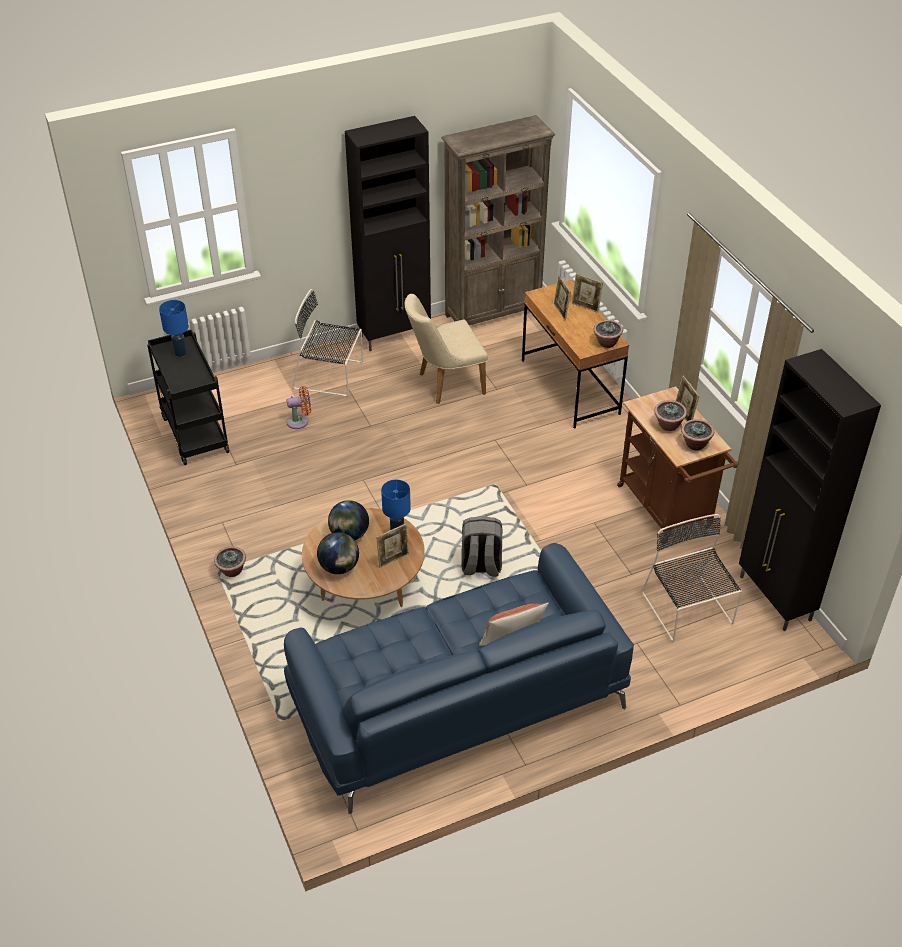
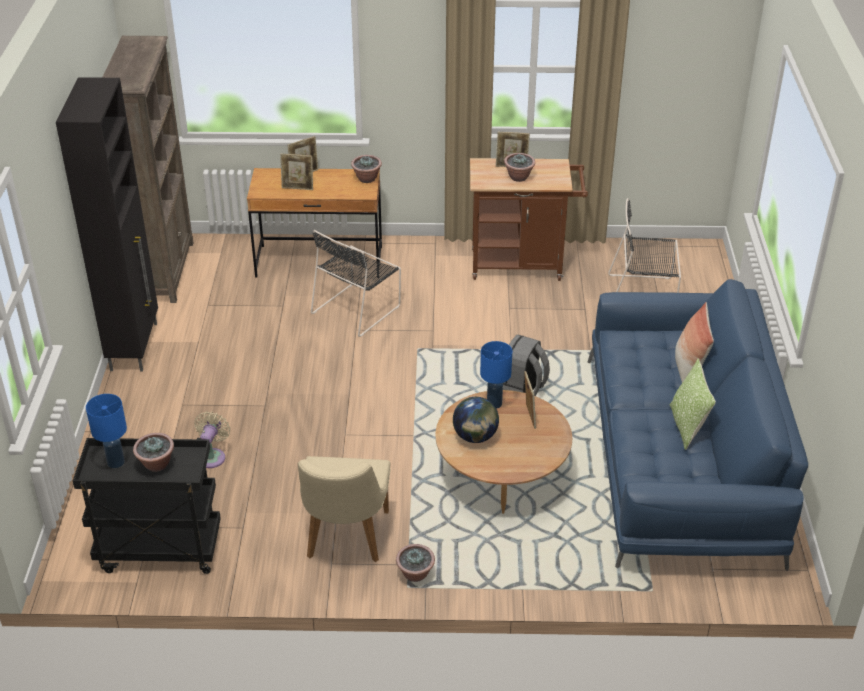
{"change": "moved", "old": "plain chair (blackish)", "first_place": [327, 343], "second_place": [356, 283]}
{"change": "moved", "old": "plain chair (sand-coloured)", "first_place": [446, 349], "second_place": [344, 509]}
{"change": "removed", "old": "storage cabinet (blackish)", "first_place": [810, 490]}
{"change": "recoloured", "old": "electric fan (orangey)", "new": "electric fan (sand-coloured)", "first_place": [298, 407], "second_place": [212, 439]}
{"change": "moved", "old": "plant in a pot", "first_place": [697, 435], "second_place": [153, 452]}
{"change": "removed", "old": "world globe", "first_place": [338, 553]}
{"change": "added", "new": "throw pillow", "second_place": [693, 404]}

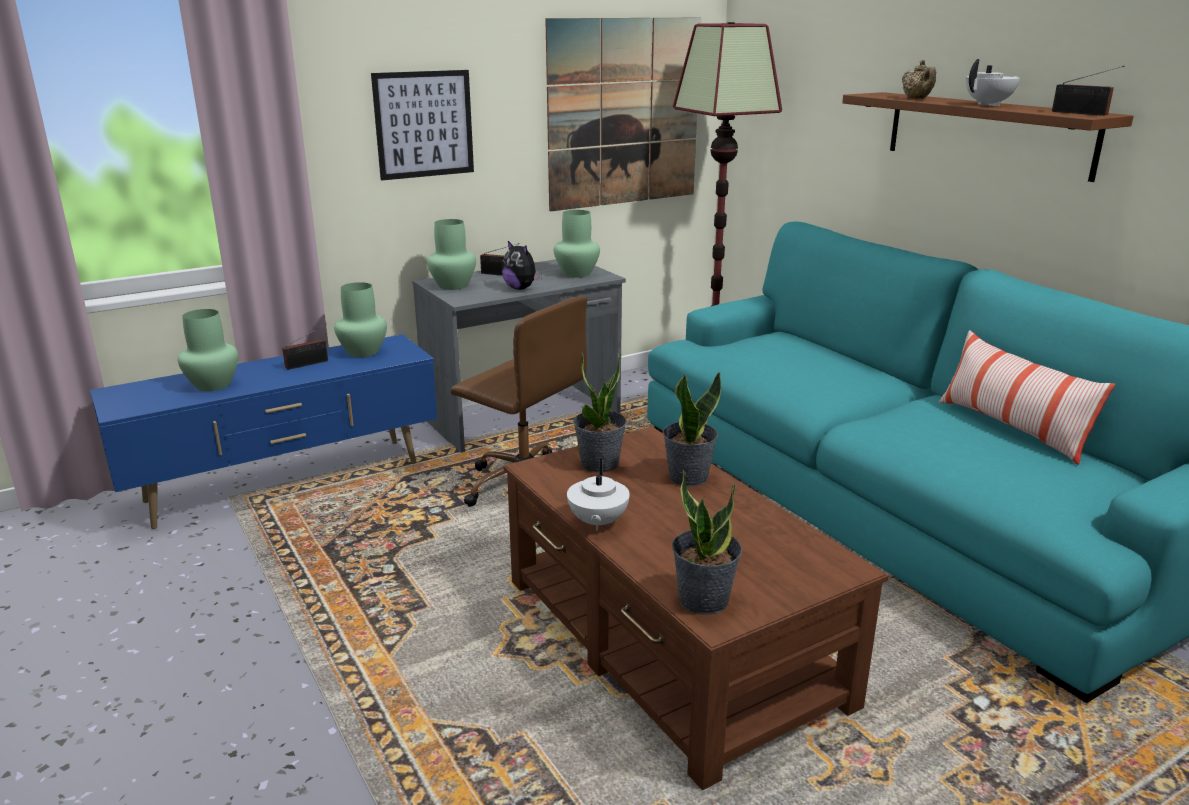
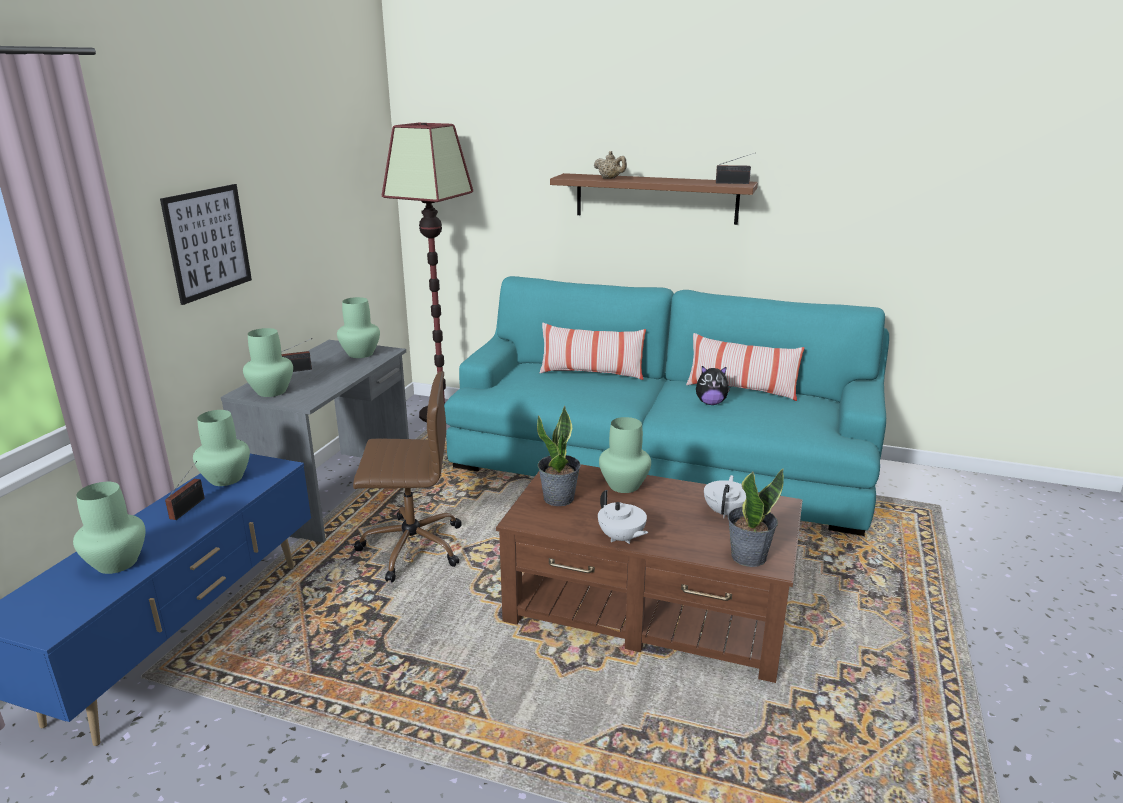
{"change": "removed", "old": "wall art", "first_place": [623, 115]}
{"change": "moved", "old": "pot for tea (whitish)", "first_place": [993, 82], "second_place": [725, 496]}
{"change": "moved", "old": "plush toy", "first_place": [522, 265], "second_place": [713, 385]}
{"change": "replaced", "old": "plant in a pot", "new": "decorative vase (greenish)", "first_place": [692, 429], "second_place": [625, 455]}
{"change": "added", "new": "throw pillow", "second_place": [593, 351]}

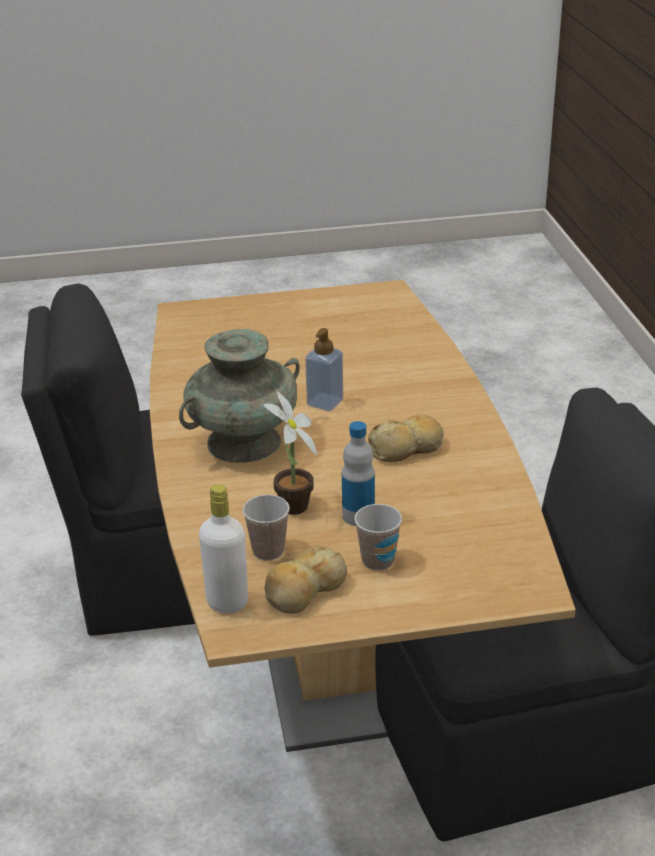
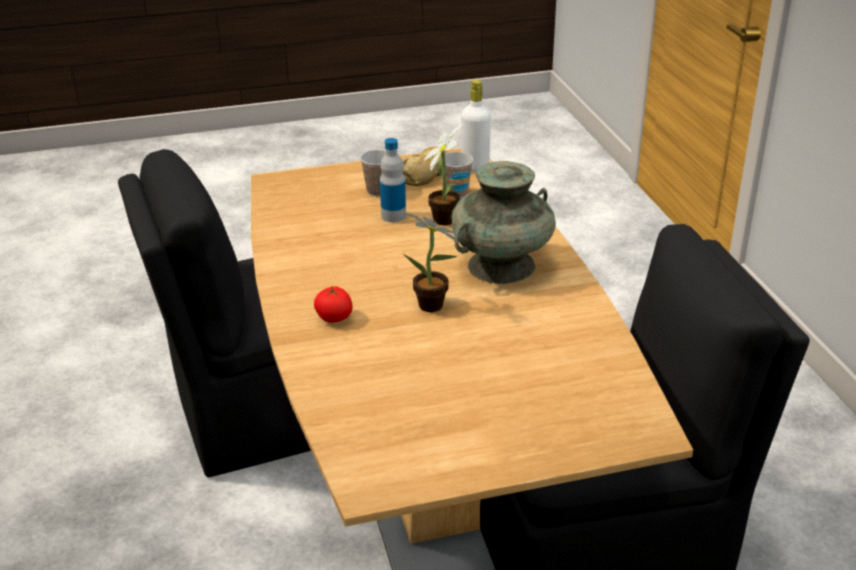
{"change": "replaced", "old": "soap bottle", "new": "plant in a pot", "first_place": [324, 369], "second_place": [431, 262]}
{"change": "removed", "old": "bread", "first_place": [406, 438]}
{"change": "added", "new": "tomato", "second_place": [333, 305]}

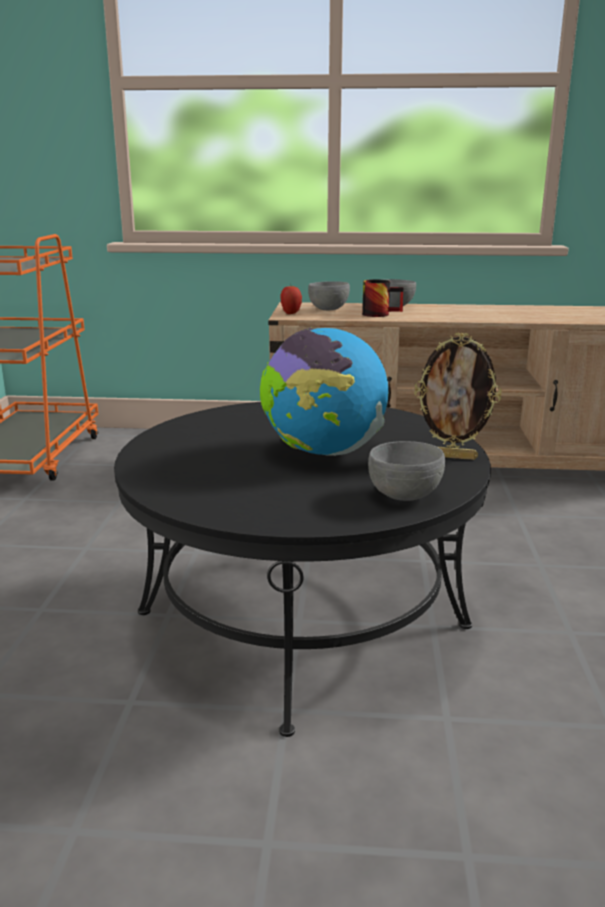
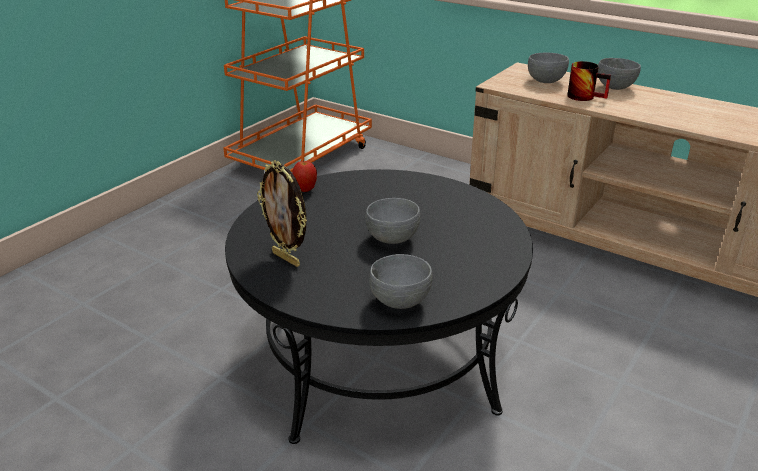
{"change": "moved", "old": "apple fruit", "first_place": [291, 300], "second_place": [304, 176]}
{"change": "replaced", "old": "world globe", "new": "deep dish (greyish)", "first_place": [324, 392], "second_place": [393, 221]}
{"change": "moved", "old": "picture frame", "first_place": [458, 396], "second_place": [282, 213]}

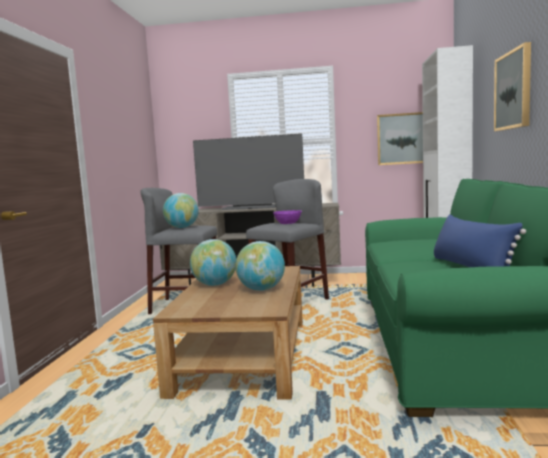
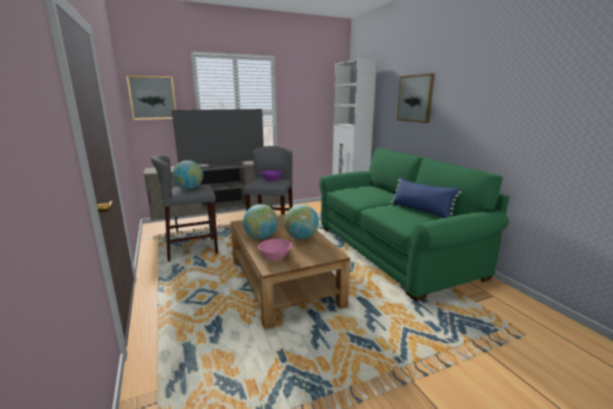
{"change": "moved", "old": "wall art", "first_place": [400, 138], "second_place": [151, 97]}
{"change": "added", "new": "deep dish (pink)", "second_place": [275, 249]}

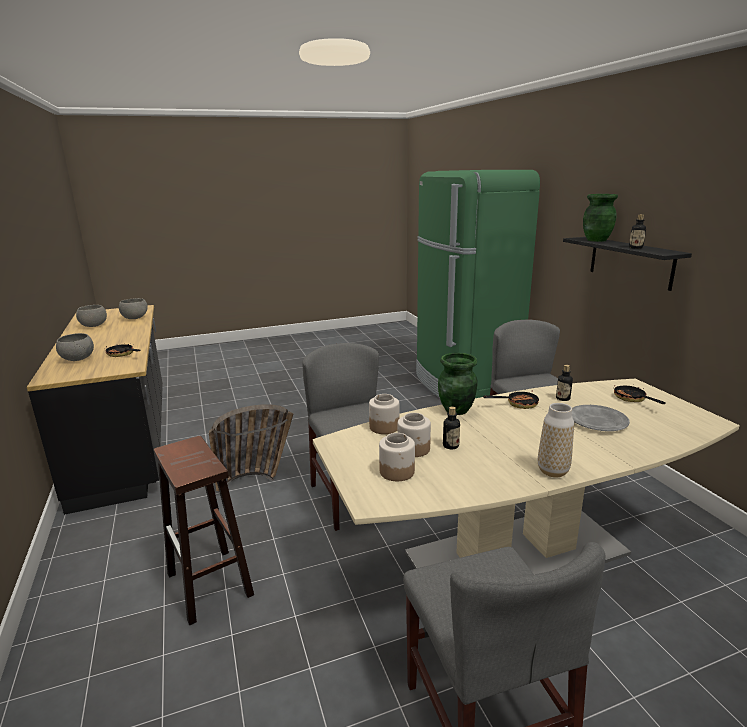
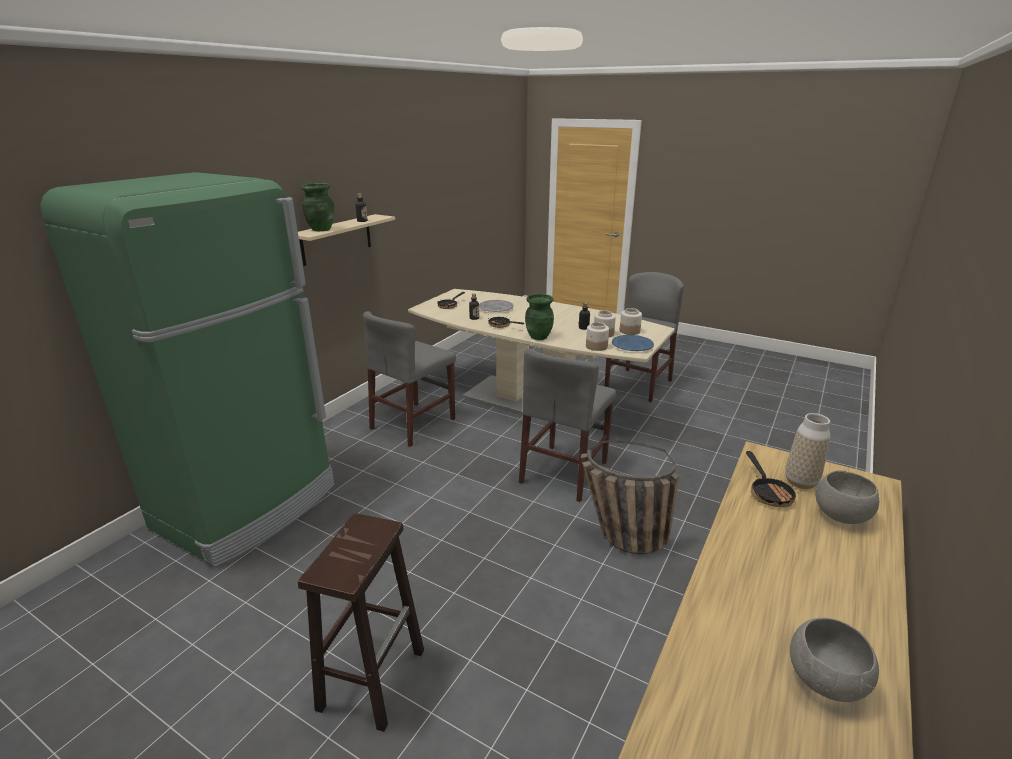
{"change": "recoloured", "old": "bracket shelf (blackish)", "new": "bracket shelf (sand-coloured)", "first_place": [627, 264], "second_place": [346, 240]}
{"change": "removed", "old": "deep dish (greyish)", "first_place": [133, 308]}
{"change": "moved", "old": "decorative vase", "first_place": [556, 440], "second_place": [807, 451]}
{"change": "moved", "old": "sitting stool (brownish)", "first_place": [204, 530], "second_place": [361, 622]}
{"change": "added", "new": "plate (blue-coloured)", "second_place": [633, 343]}

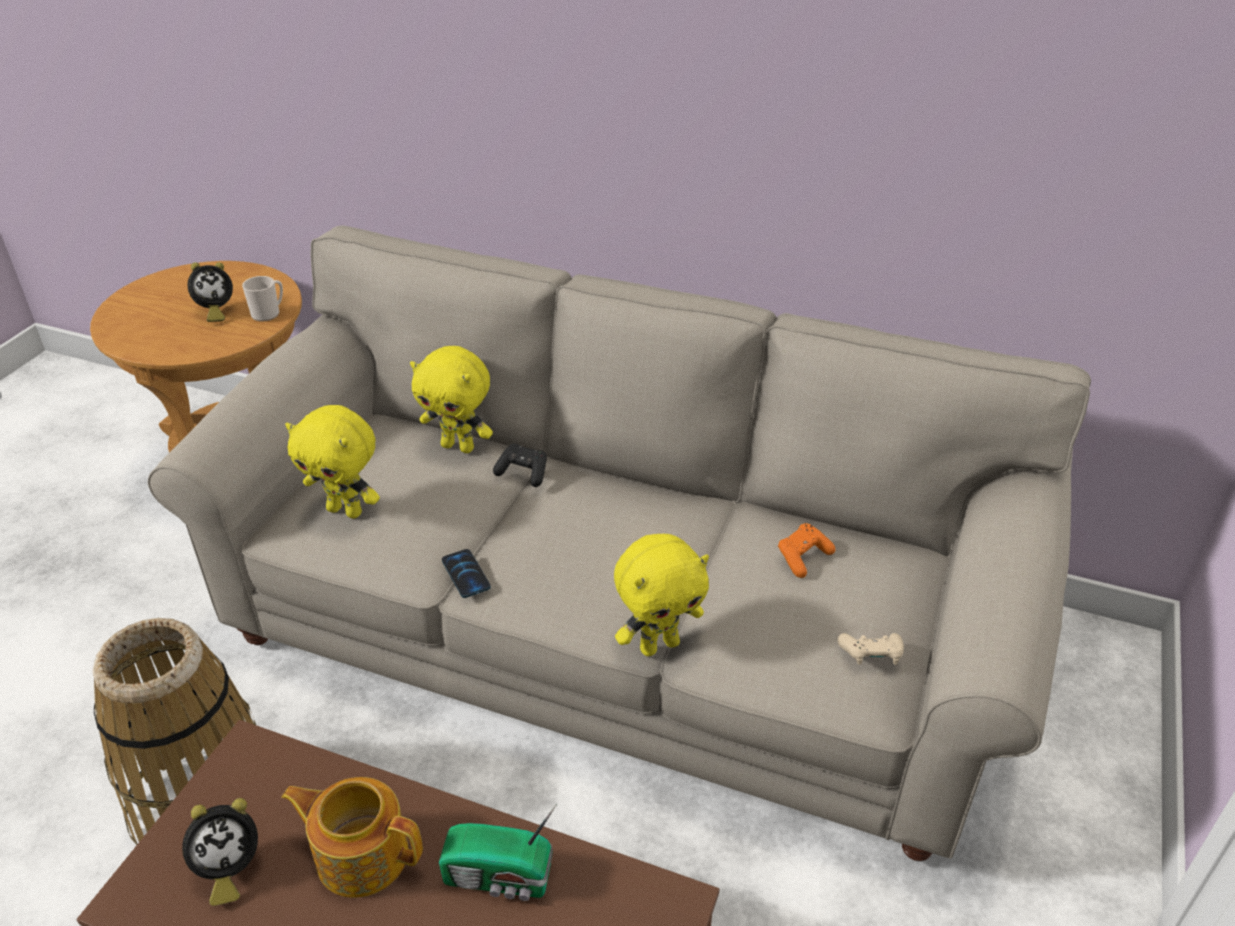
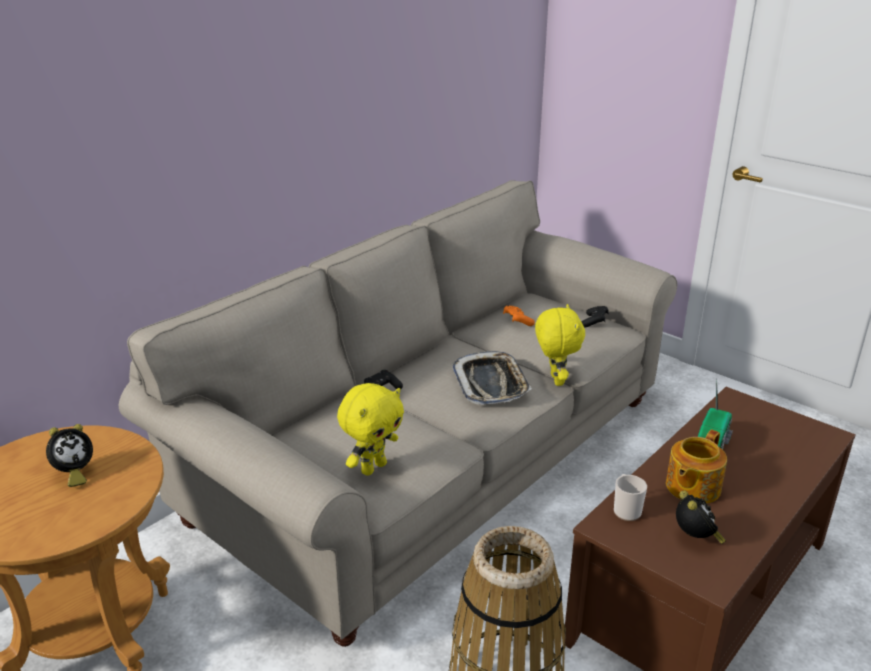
{"change": "turned", "old": "table clock", "first_place": [210, 292], "second_place": [69, 455], "degrees": 60}
{"change": "moved", "old": "tea mug", "first_place": [262, 299], "second_place": [630, 497]}
{"change": "removed", "old": "plush toy (yellow)", "first_place": [451, 399]}
{"change": "removed", "old": "handset", "first_place": [466, 573]}
{"change": "recoloured", "old": "joypad (sand-coloured)", "new": "joypad (blackish)", "first_place": [870, 649], "second_place": [595, 316]}
{"change": "added", "new": "carrying tray", "second_place": [492, 378]}

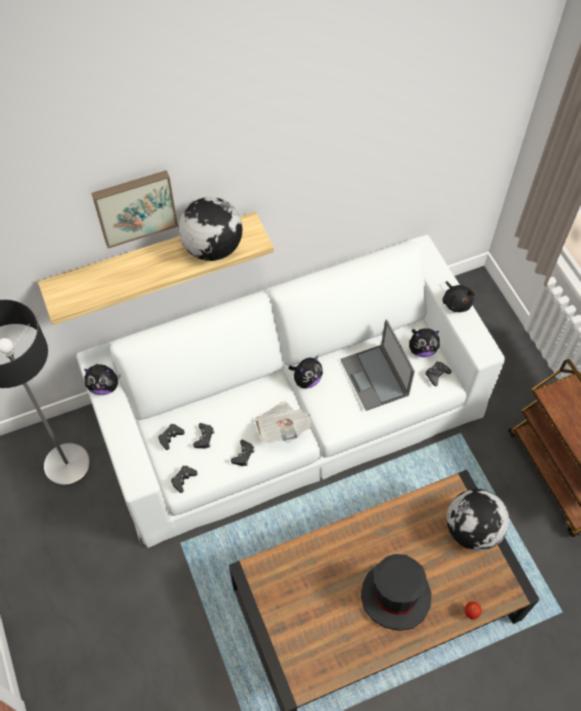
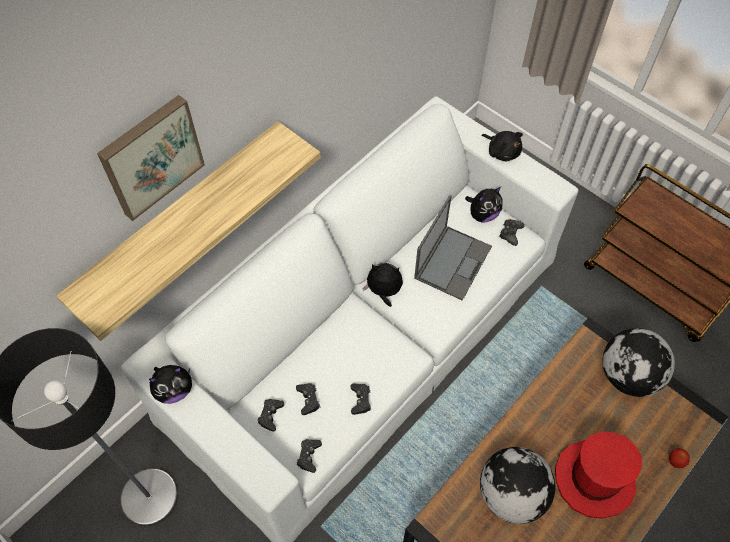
{"change": "moved", "old": "world globe", "first_place": [210, 229], "second_place": [518, 485]}
{"change": "turned", "old": "laptop", "first_place": [378, 365], "second_place": [453, 248], "degrees": -105}
{"change": "turned", "old": "plush toy", "first_place": [305, 372], "second_place": [383, 285], "degrees": -105}
{"change": "removed", "old": "daily paper", "first_place": [283, 422]}
{"change": "recoloured", "old": "clothing hat (blackish)", "new": "clothing hat (red)", "first_place": [396, 592], "second_place": [598, 475]}

